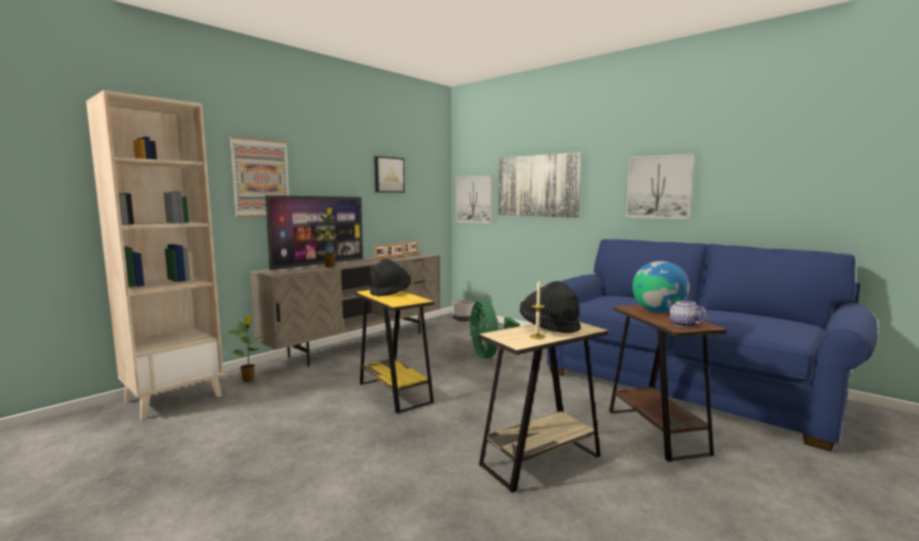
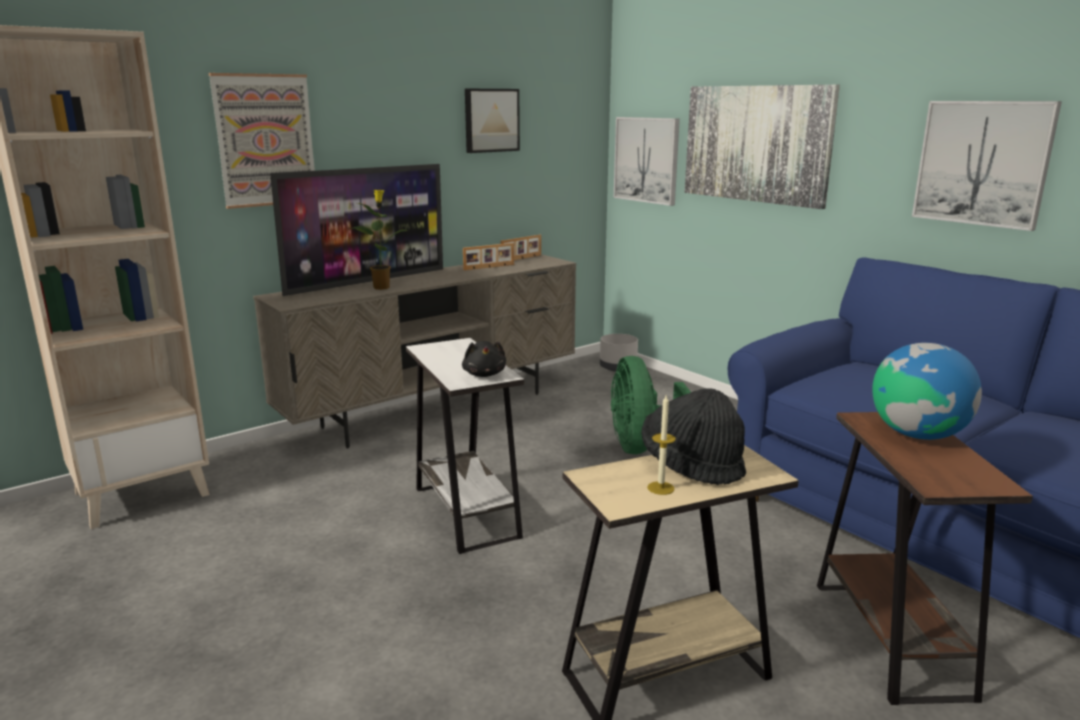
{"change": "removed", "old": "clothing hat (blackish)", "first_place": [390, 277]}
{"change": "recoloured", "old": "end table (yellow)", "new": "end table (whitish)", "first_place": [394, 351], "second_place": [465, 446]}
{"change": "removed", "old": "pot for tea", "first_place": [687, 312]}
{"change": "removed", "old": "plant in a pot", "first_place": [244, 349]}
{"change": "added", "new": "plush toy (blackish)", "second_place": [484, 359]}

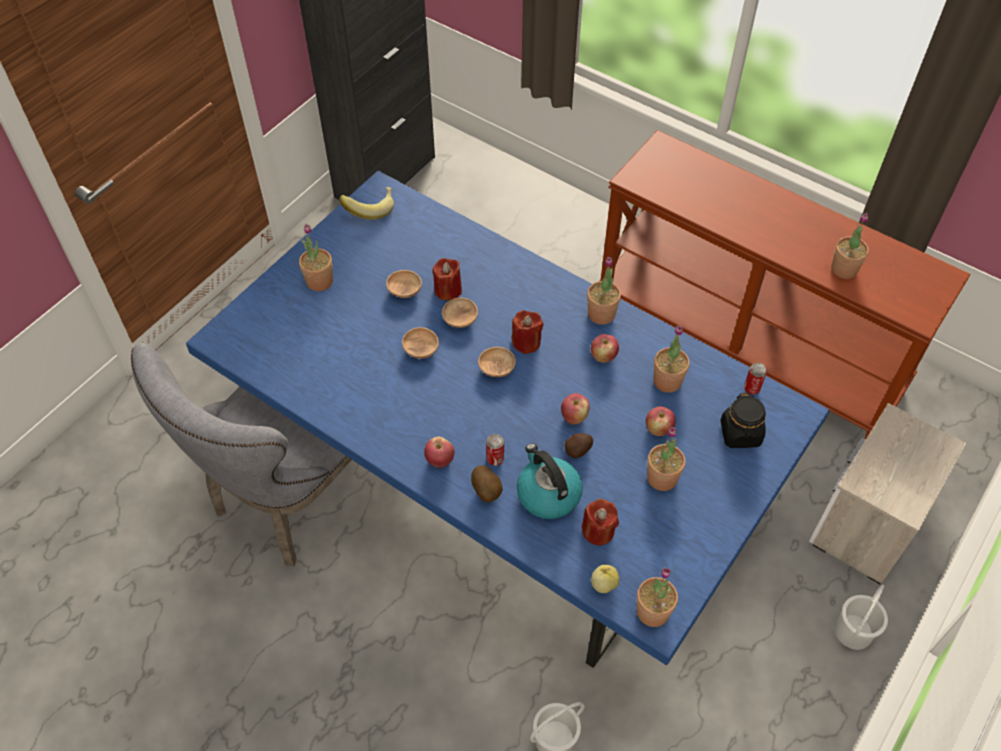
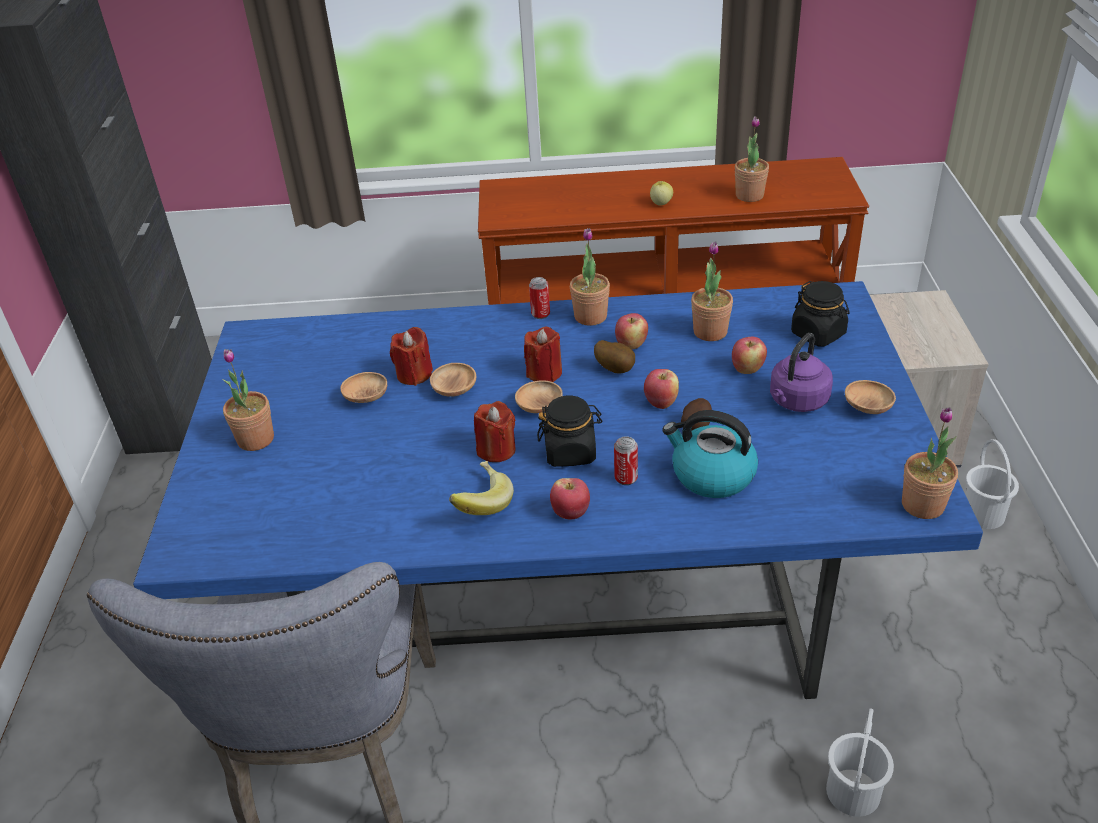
{"change": "moved", "old": "whole banana", "first_place": [367, 203], "second_place": [481, 488]}
{"change": "moved", "old": "deep dish (brownish)", "first_place": [420, 343], "second_place": [870, 397]}
{"change": "moved", "old": "sealed can", "first_place": [755, 379], "second_place": [539, 298]}
{"change": "replaced", "old": "plant in a pot", "new": "tea kettle (purple-coloured)", "first_place": [666, 459], "second_place": [801, 372]}
{"change": "moved", "old": "potato", "first_place": [487, 483], "second_place": [614, 357]}
{"change": "moved", "old": "wax candle (red)", "first_place": [600, 522], "second_place": [495, 431]}
{"change": "moved", "old": "apple fruit", "first_place": [605, 579], "second_place": [661, 193]}
{"change": "added", "new": "preserve jar (blackish)", "second_place": [569, 431]}

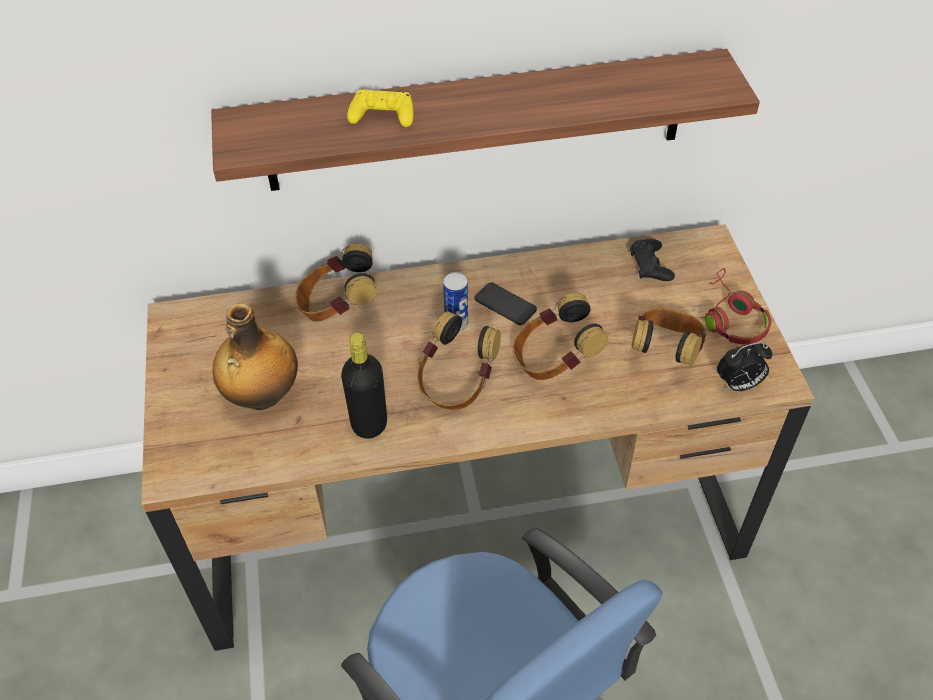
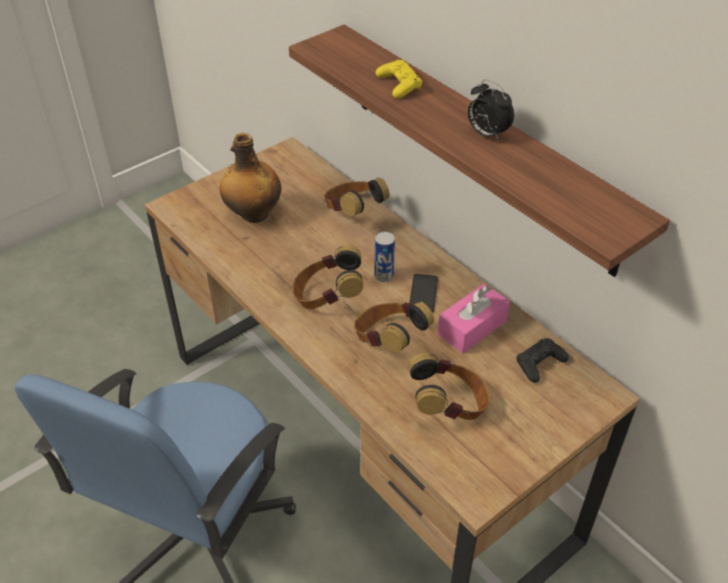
{"change": "removed", "old": "headphones (red)", "first_place": [738, 306]}
{"change": "removed", "old": "bottle (blackish)", "first_place": [364, 386]}
{"change": "moved", "old": "table clock", "first_place": [744, 366], "second_place": [491, 110]}
{"change": "added", "new": "box of tissues (pink)", "second_place": [474, 318]}

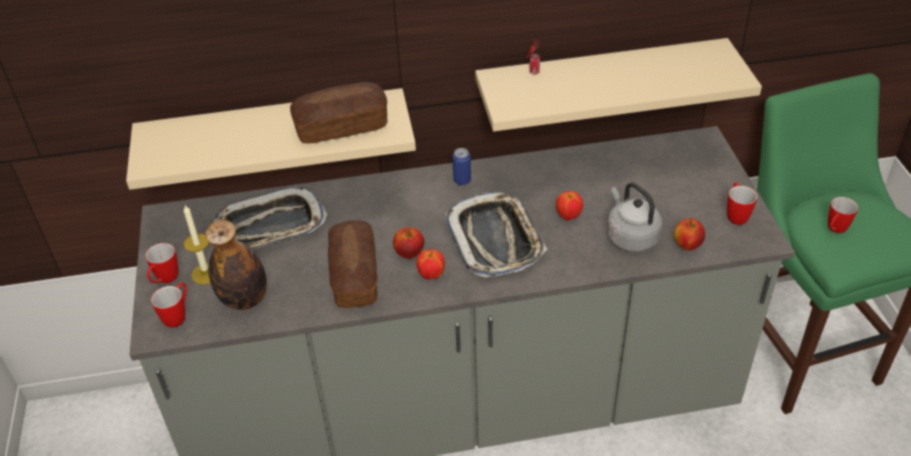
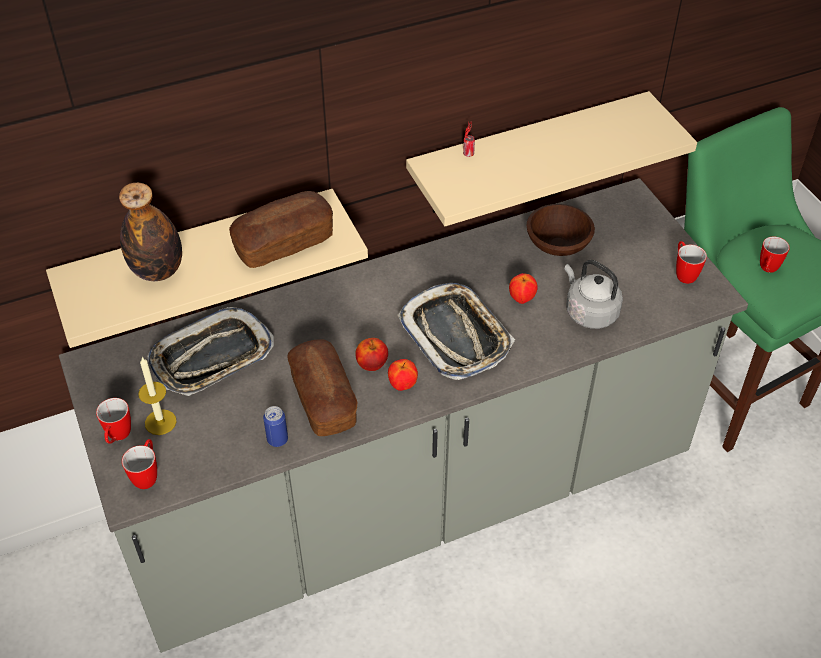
{"change": "moved", "old": "sealed can", "first_place": [462, 167], "second_place": [275, 426]}
{"change": "removed", "old": "apple fruit", "first_place": [689, 234]}
{"change": "moved", "old": "bottle", "first_place": [236, 265], "second_place": [150, 232]}
{"change": "added", "new": "deep dish (brownish)", "second_place": [560, 230]}

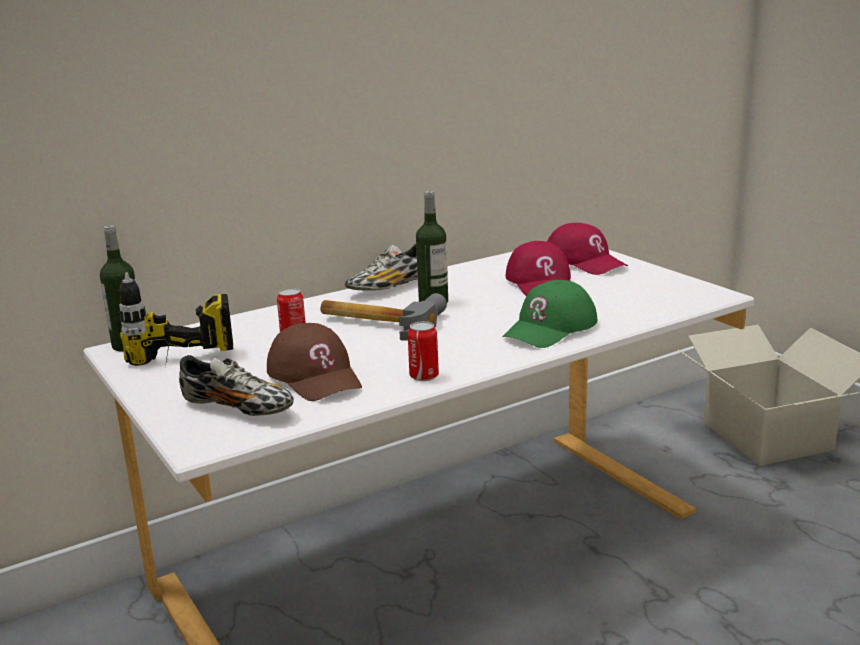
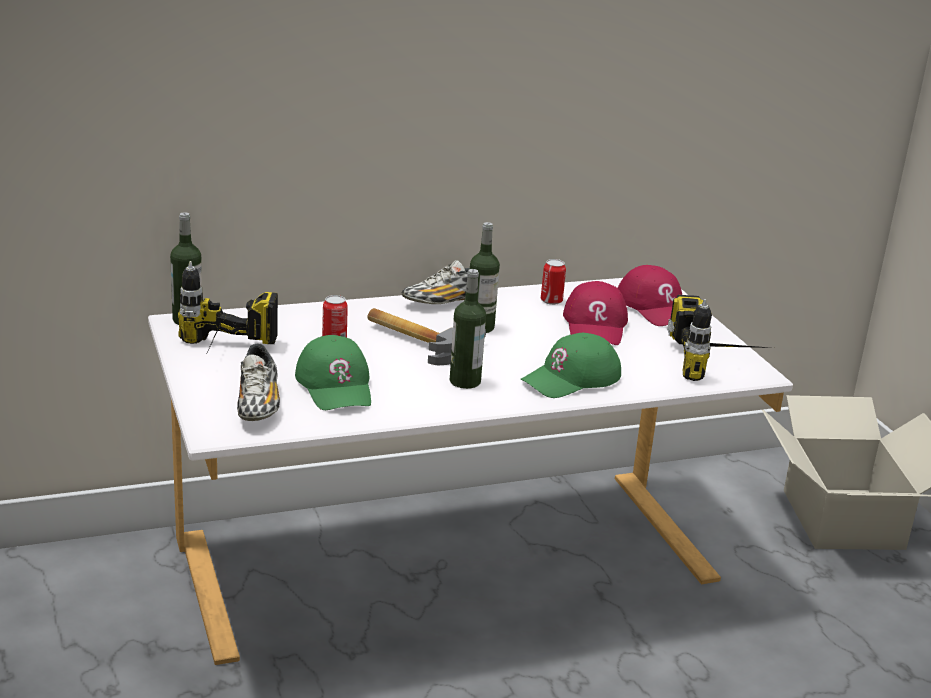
{"change": "moved", "old": "sealed can", "first_place": [423, 351], "second_place": [553, 282]}
{"change": "recoloured", "old": "baseball cap (brownish)", "new": "baseball cap (greenish)", "first_place": [314, 362], "second_place": [333, 372]}
{"change": "turned", "old": "item of footwear", "first_place": [236, 385], "second_place": [258, 382], "degrees": 45}
{"change": "added", "new": "bottle", "second_place": [468, 329]}
{"change": "added", "new": "drill", "second_place": [718, 338]}

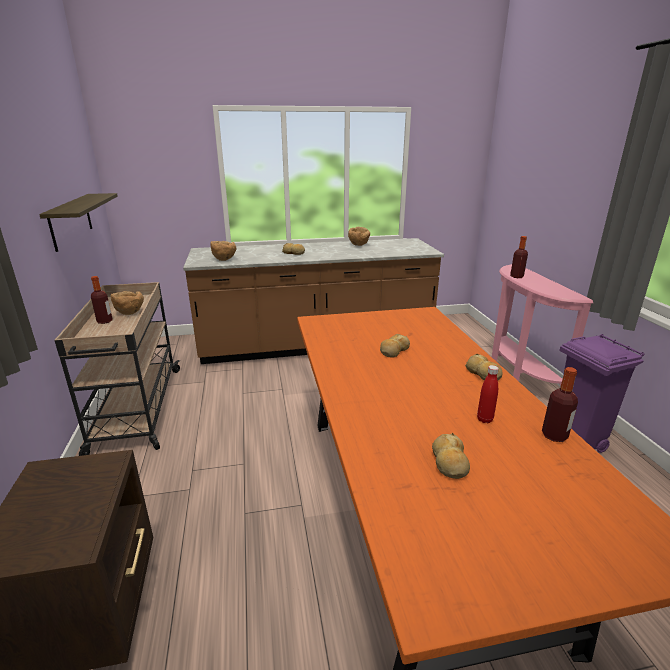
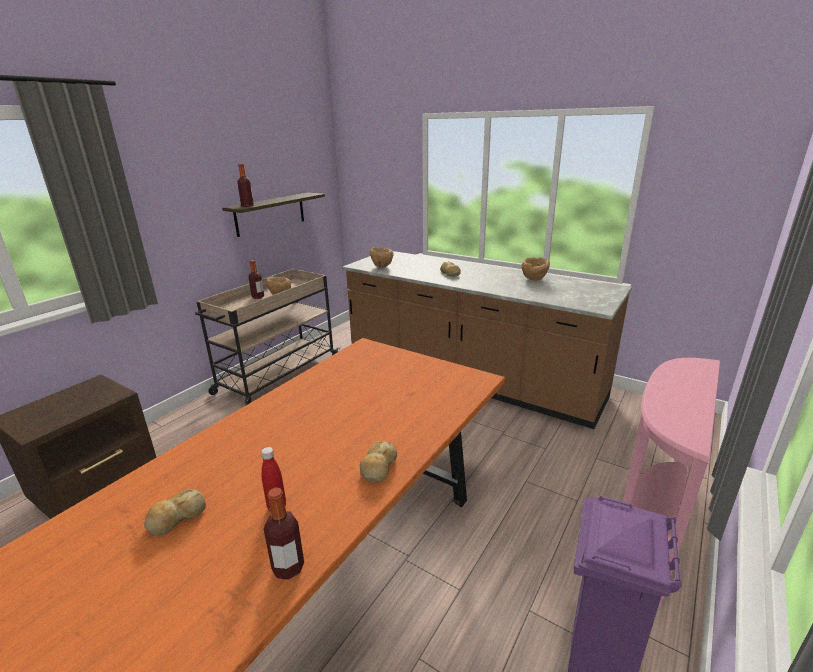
{"change": "moved", "old": "bottle", "first_place": [519, 257], "second_place": [245, 185]}
{"change": "removed", "old": "bread", "first_place": [395, 346]}

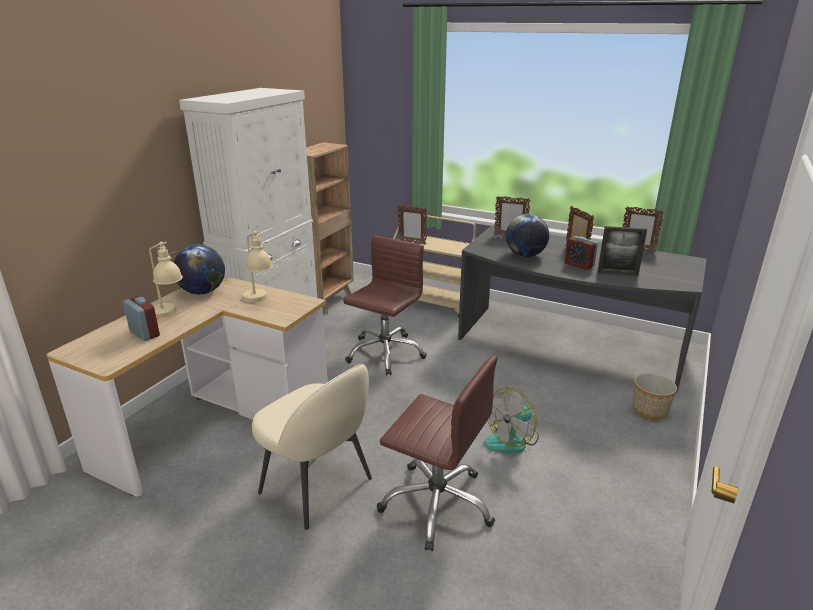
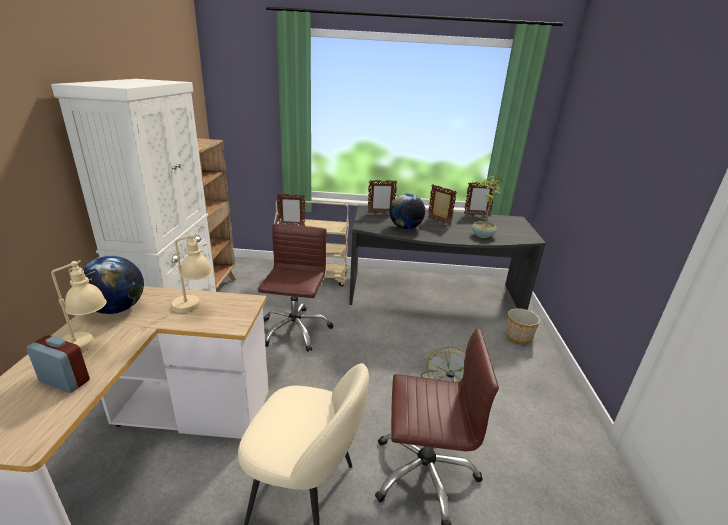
{"change": "replaced", "old": "picture frame", "new": "plant in a pot", "first_place": [622, 251], "second_place": [487, 207]}
{"change": "removed", "old": "table clock", "first_place": [581, 253]}

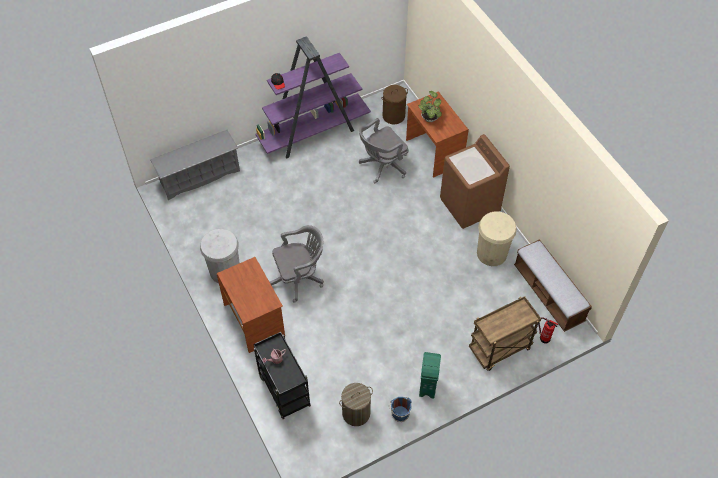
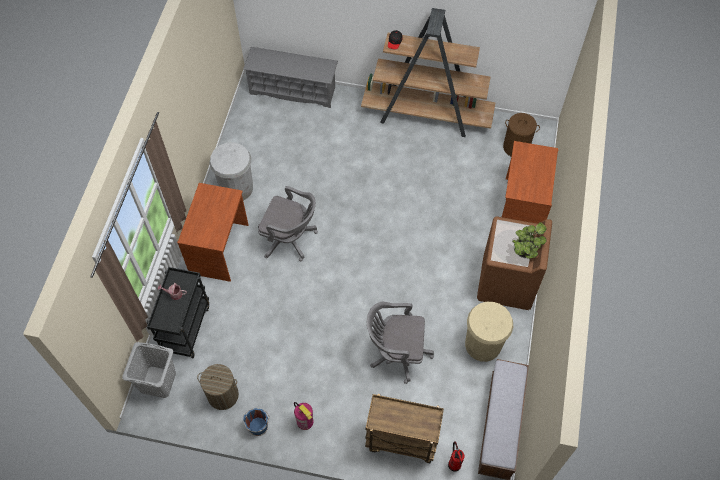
{"change": "recoloured", "old": "bookshelf (purple-coloured)", "new": "bookshelf (brownish)", "first_place": [313, 97], "second_place": [428, 72]}
{"change": "moved", "old": "plant in a pot", "first_place": [430, 106], "second_place": [529, 240]}
{"change": "moved", "old": "office chair (greyish)", "first_place": [384, 150], "second_place": [400, 343]}
{"change": "replaced", "old": "waste bin (greenish)", "new": "extinguisher", "first_place": [430, 375], "second_place": [304, 416]}
{"change": "added", "new": "washing basket (greyish)", "second_place": [149, 370]}

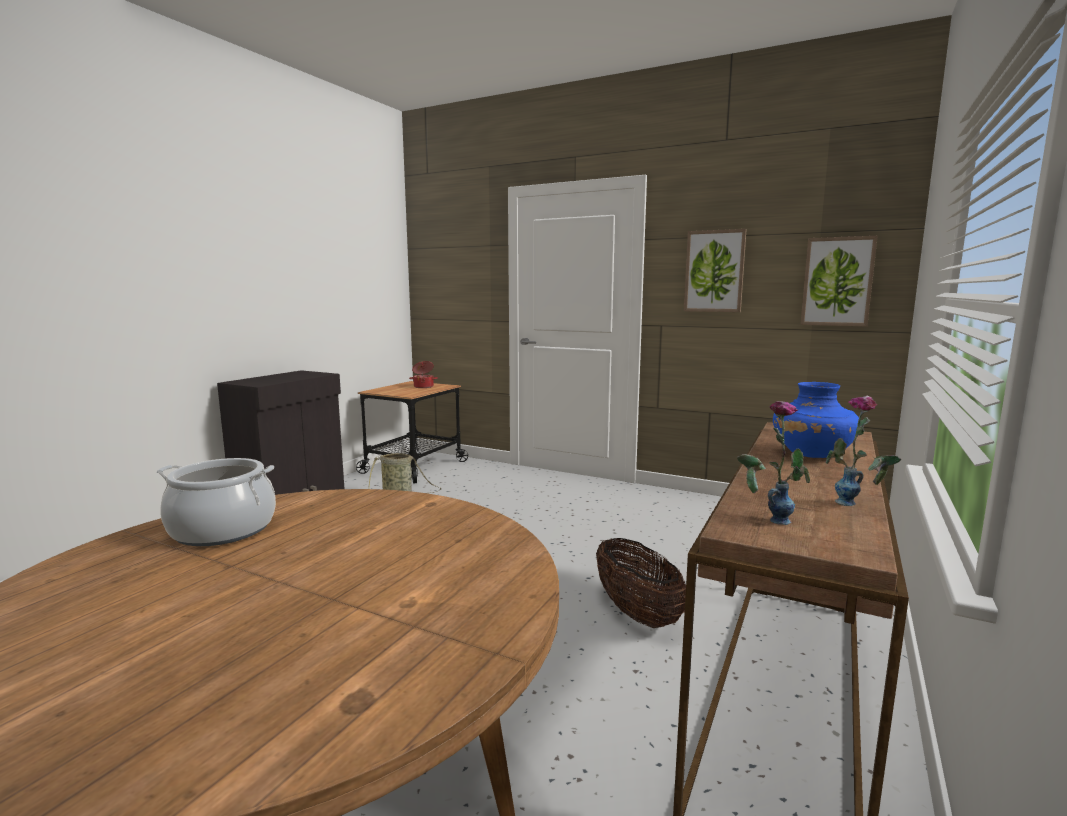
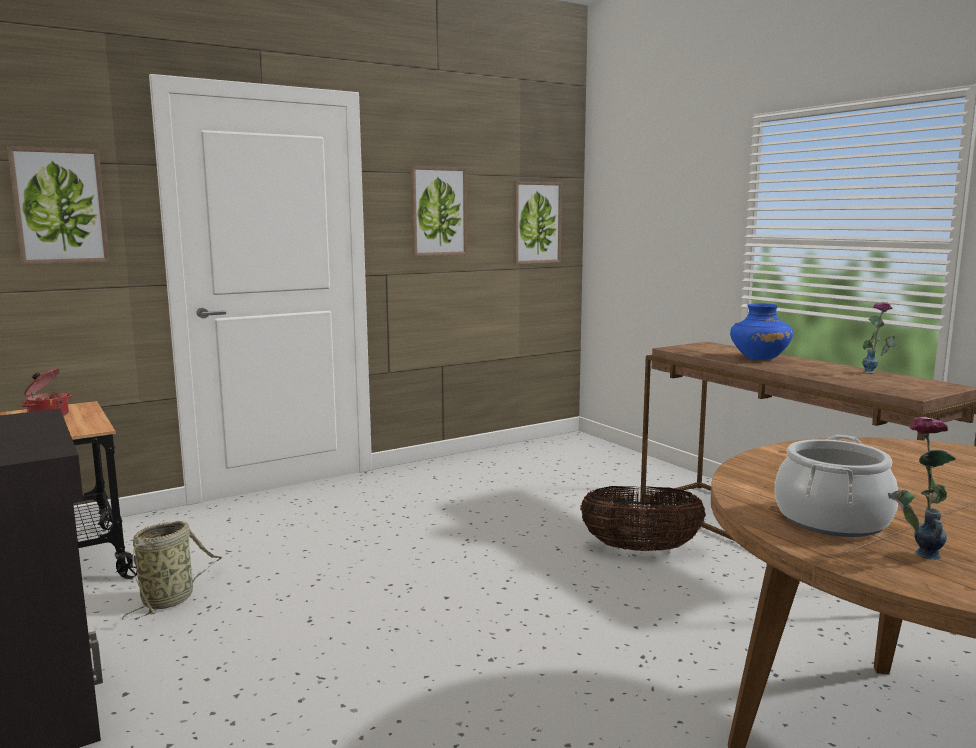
{"change": "moved", "old": "decorative vase", "first_place": [773, 463], "second_place": [922, 488]}
{"change": "added", "new": "wall art", "second_place": [58, 205]}

